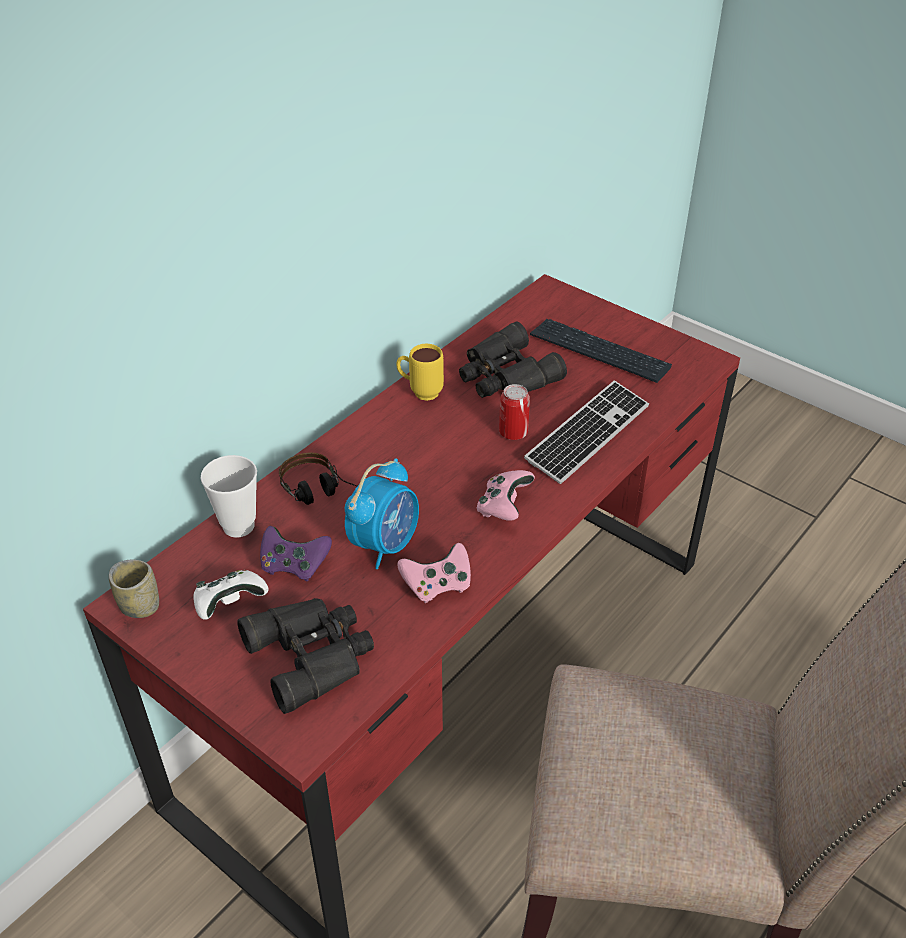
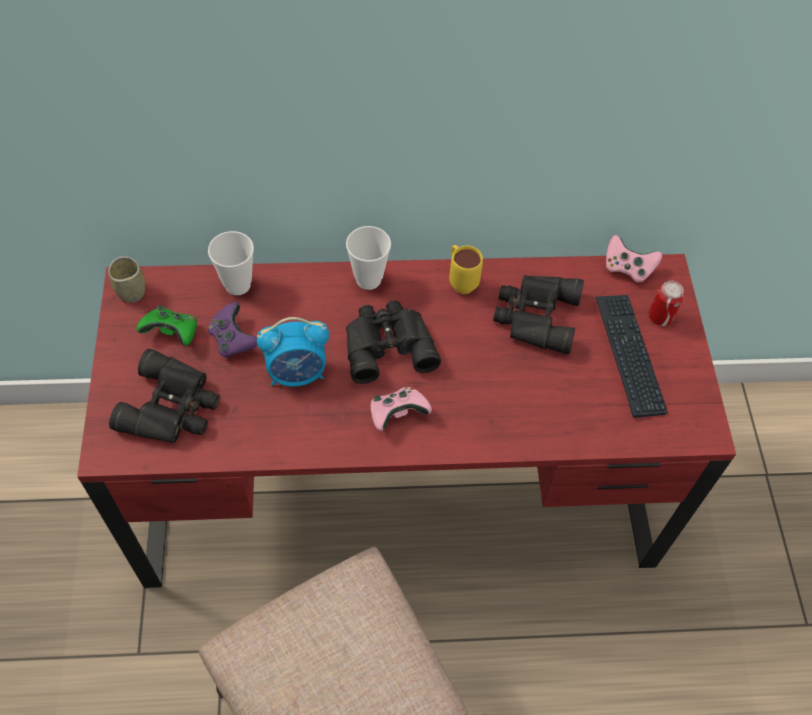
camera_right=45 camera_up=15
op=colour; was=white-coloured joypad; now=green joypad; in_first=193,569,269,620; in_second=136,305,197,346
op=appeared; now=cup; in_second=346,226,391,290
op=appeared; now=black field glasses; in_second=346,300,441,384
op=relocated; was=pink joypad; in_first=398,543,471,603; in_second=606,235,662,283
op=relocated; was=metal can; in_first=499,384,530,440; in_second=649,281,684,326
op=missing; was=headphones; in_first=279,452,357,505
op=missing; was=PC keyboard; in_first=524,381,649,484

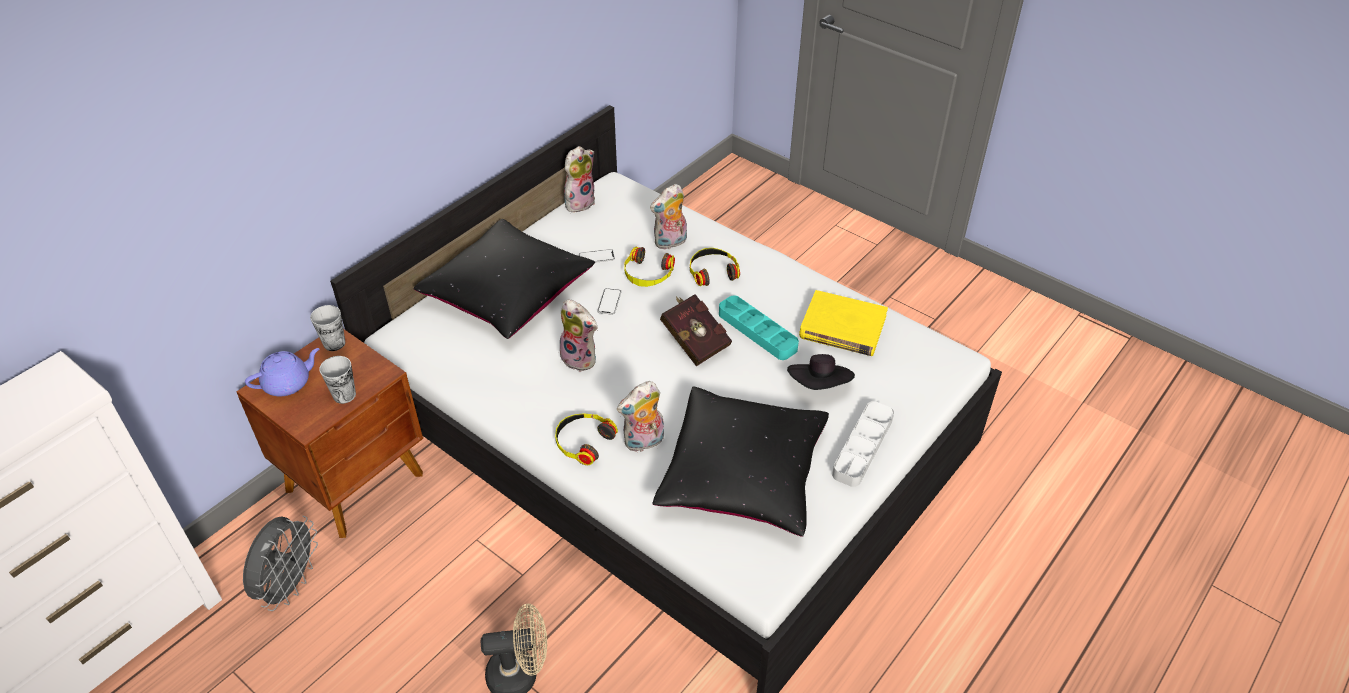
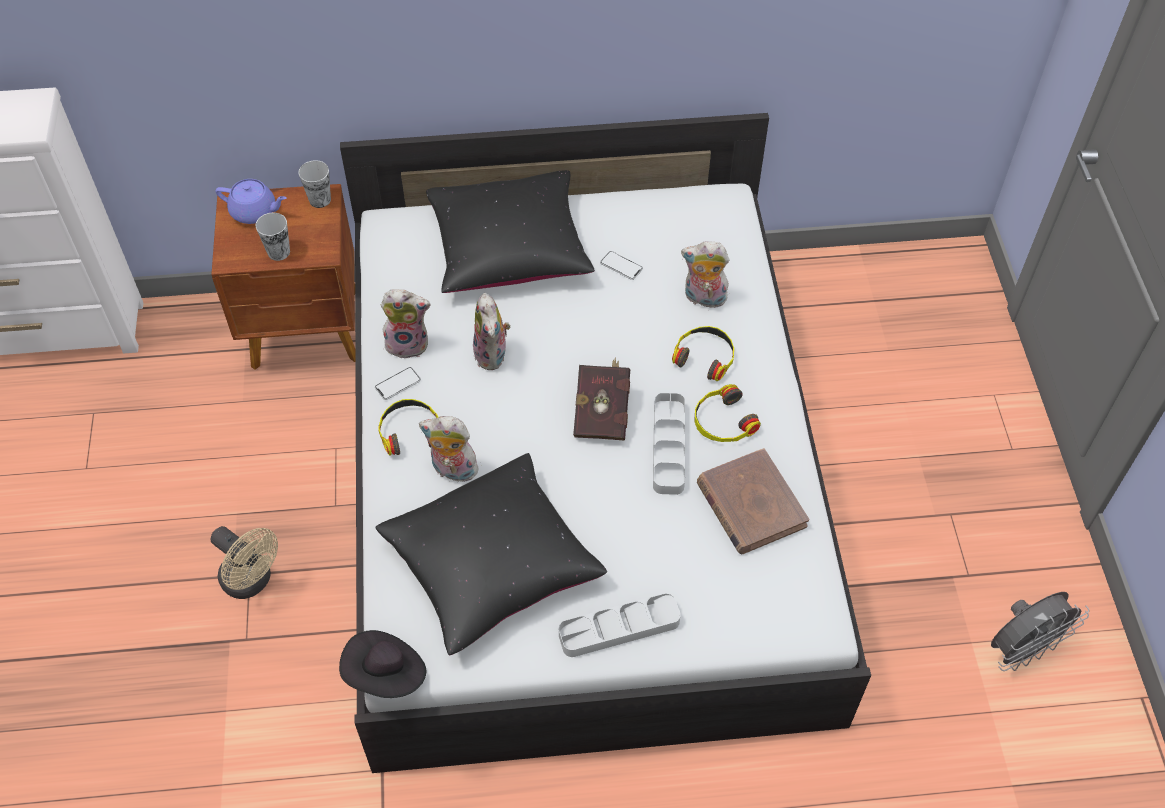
camera_right=45 camera_up=10
op=relocated; was=black clothing hat; in_first=787,354,855,390; in_second=339,630,426,698
op=relocated; was=telephone; in_first=597,288,622,315; in_second=375,367,421,400
op=relocated; was=cuddly toy; in_first=564,146,595,212; in_second=380,289,431,359
op=colour; was=turquoise carrying tray; now=greyish carrying tray; in_first=719,295,799,360; in_second=653,393,685,495
op=relocated; was=headphones; in_first=624,247,675,287; in_second=694,384,761,442
op=colour; was=yellowish volume; now=brown volume; in_first=799,290,888,356; in_second=697,448,809,554
op=relocated; was=greyish cooling fan; in_first=243,516,318,611; in_second=991,592,1089,671

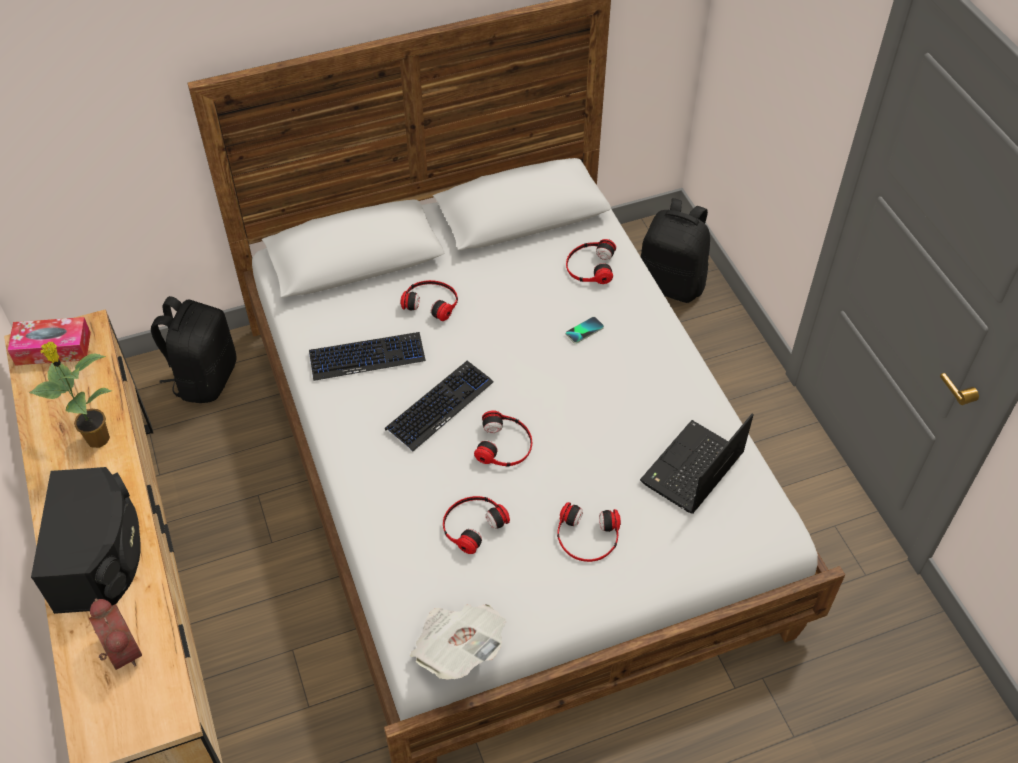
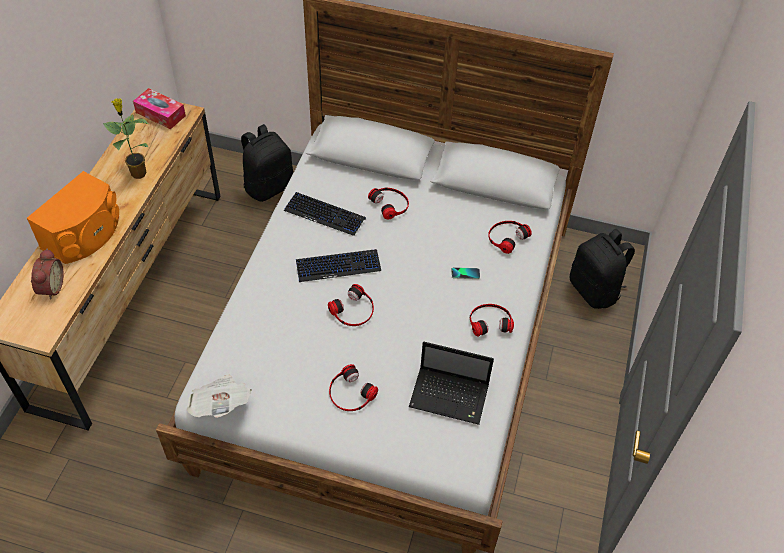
camera_right=35 camera_up=0
op=colour; was=black audio speaker; now=orange-coloured audio speaker; in_first=31,467,141,614; in_second=27,171,119,264
op=spun; was=laptop; in_first=640,414,754,514; in_second=409,342,494,425; clockwise=-150
op=relocated; was=headphones; in_first=443,496,510,554; in_second=470,304,514,337

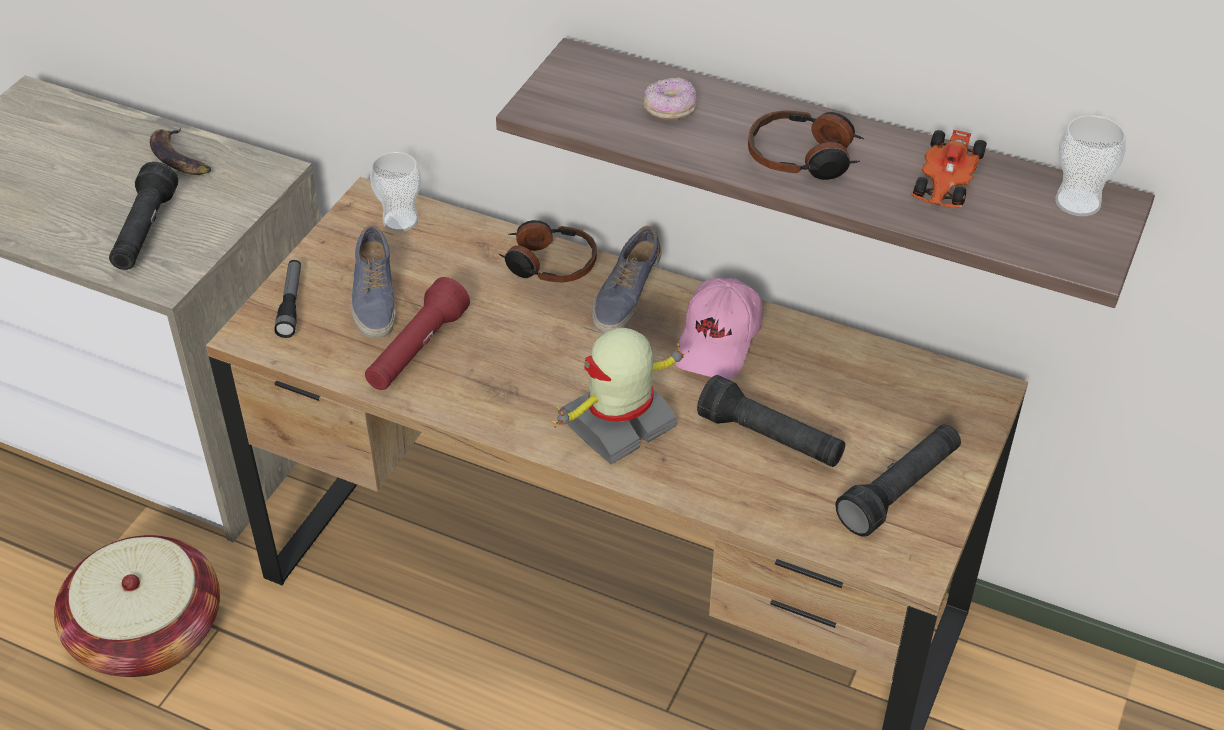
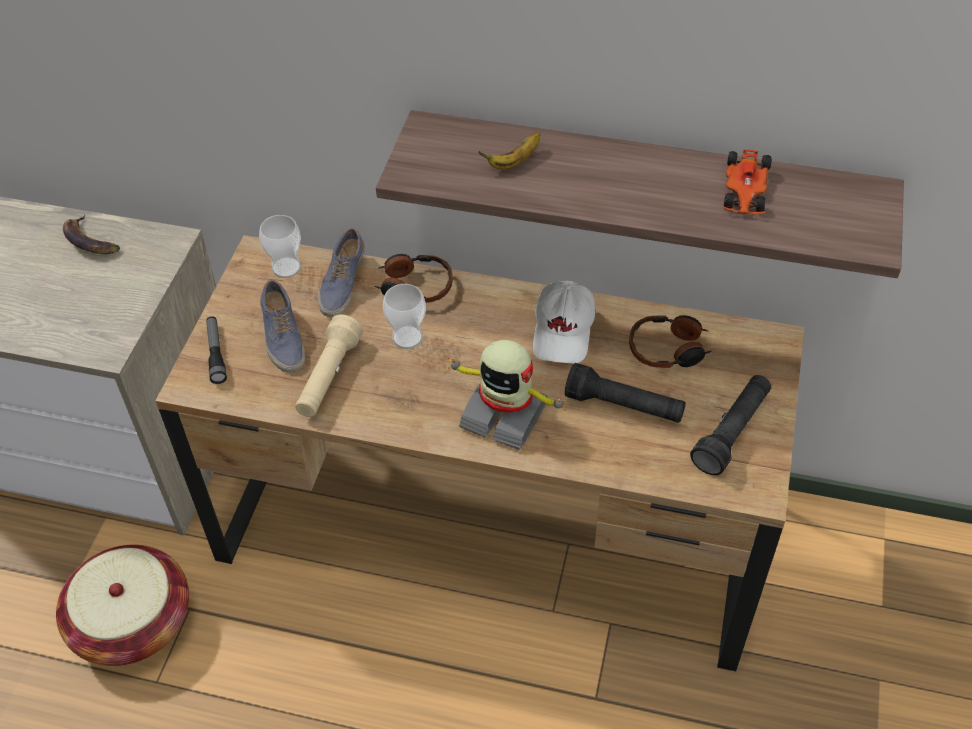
camera_right=-10 camera_up=5
op=colour; was=reddish flashlight; now=beige flashlight; in_first=365,277,470,390; in_second=295,314,363,417
op=relocated; was=shoe; in_first=592,226,662,333; in_second=318,228,365,317
op=relocated; was=cup; in_first=1055,115,1125,216; in_second=383,284,426,349
op=spun; was=toy robot; in_first=552,328,689,464; in_second=446,340,569,450; clockwise=-105
op=exchanged; was=ring doughnut; now=banana; in_first=644,77,697,120; in_second=478,132,541,169
op=colour; was=pink cap; now=white-coloured cap; in_first=675,278,763,379; in_second=533,281,595,363
op=relocated; was=headphones; in_first=748,110,864,180; in_second=629,315,712,368
op=missing; was=black flashlight; in_first=109,162,178,270

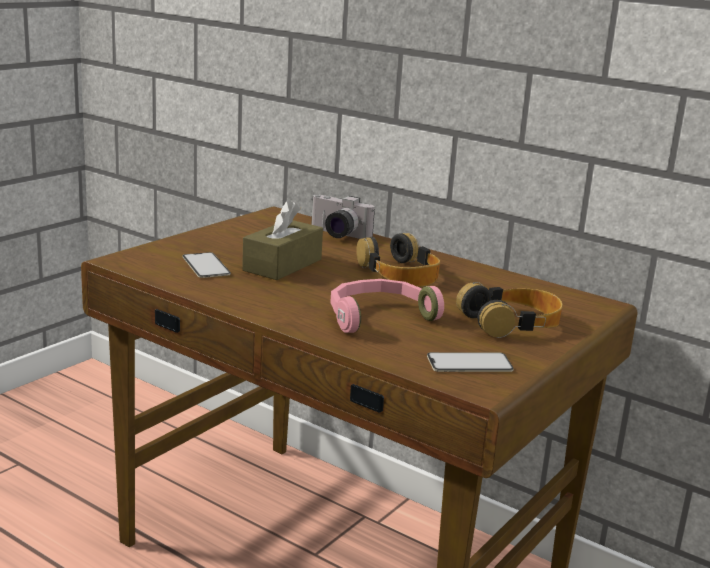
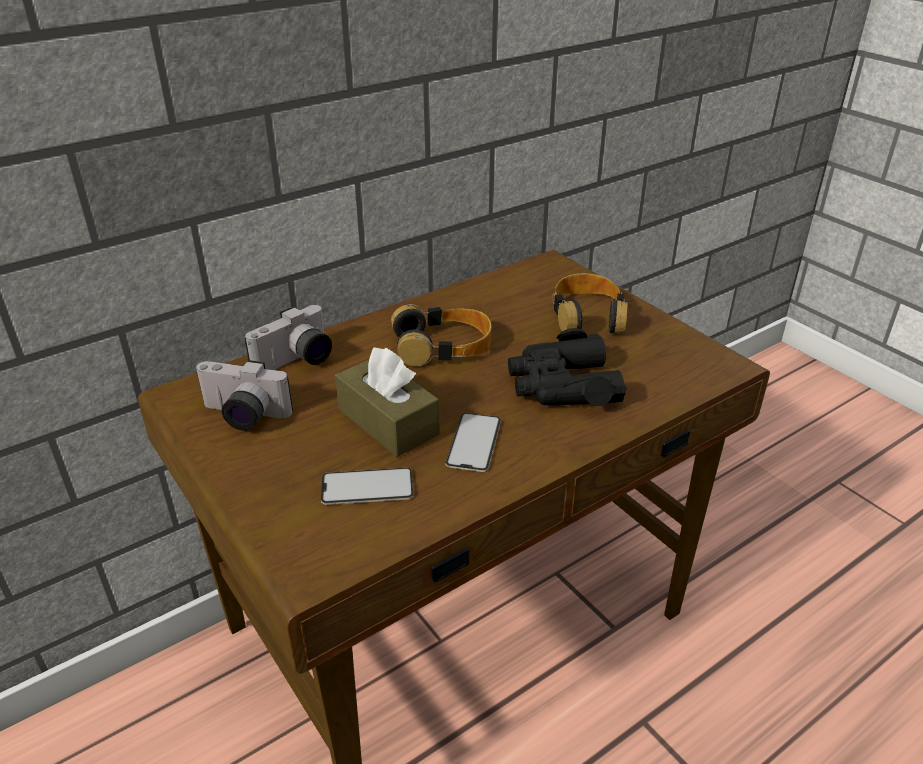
camera_right=-70 camera_up=15
op=appeared; now=photo camera; in_second=196,360,293,431
op=relocated; was=telephone; in_first=427,352,514,372; in_second=445,413,501,472
op=exchanged; was=pink headphones; now=black field glasses; in_first=330,279,444,333; in_second=508,328,627,406

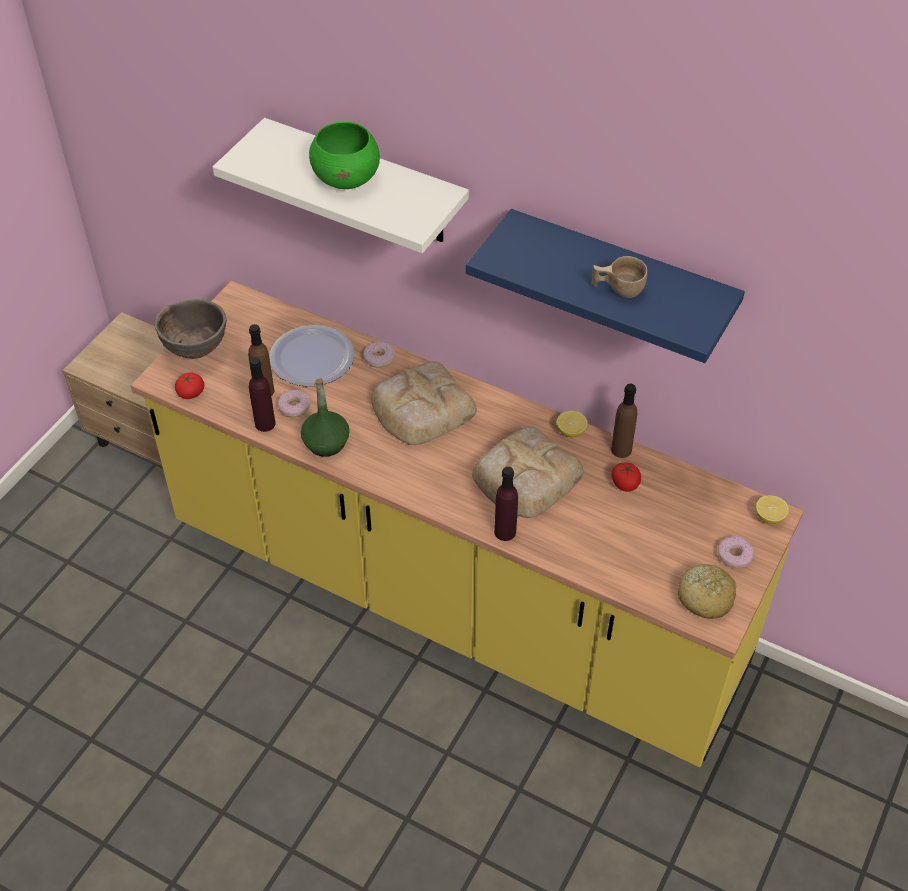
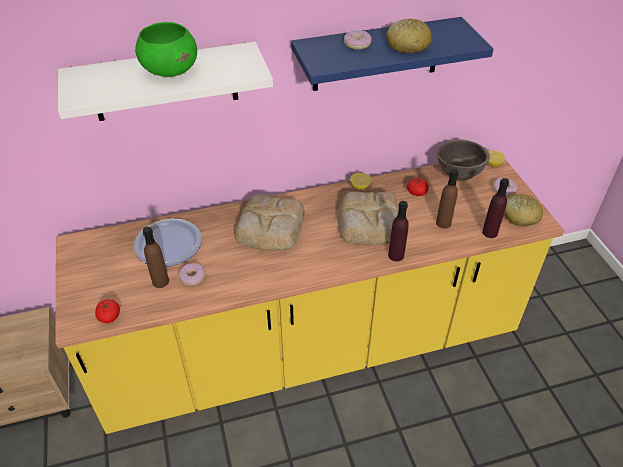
camera_right=-45 camera_up=-5
op=relocated; was=ring doughnut; in_first=363,342,396,368; in_second=344,30,372,50
op=exchanged; was=beige cup; now=bakery bread; in_first=592,256,647,298; in_second=386,19,432,53
op=relocated; was=brown beverage bottle; in_first=611,384,637,458; in_second=436,169,459,229
op=relocated; was=brown bowl; in_first=154,299,227,359; in_second=437,140,490,181
op=relocated; was=purple-coloured beverage bottle; in_first=249,357,276,432; in_second=482,178,509,238
op=missing; was=green beverage bottle; in_first=301,378,350,457

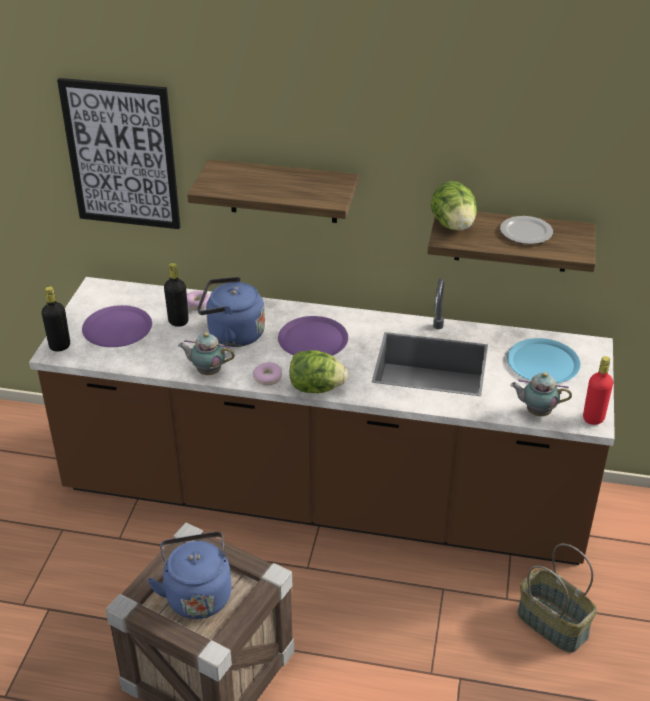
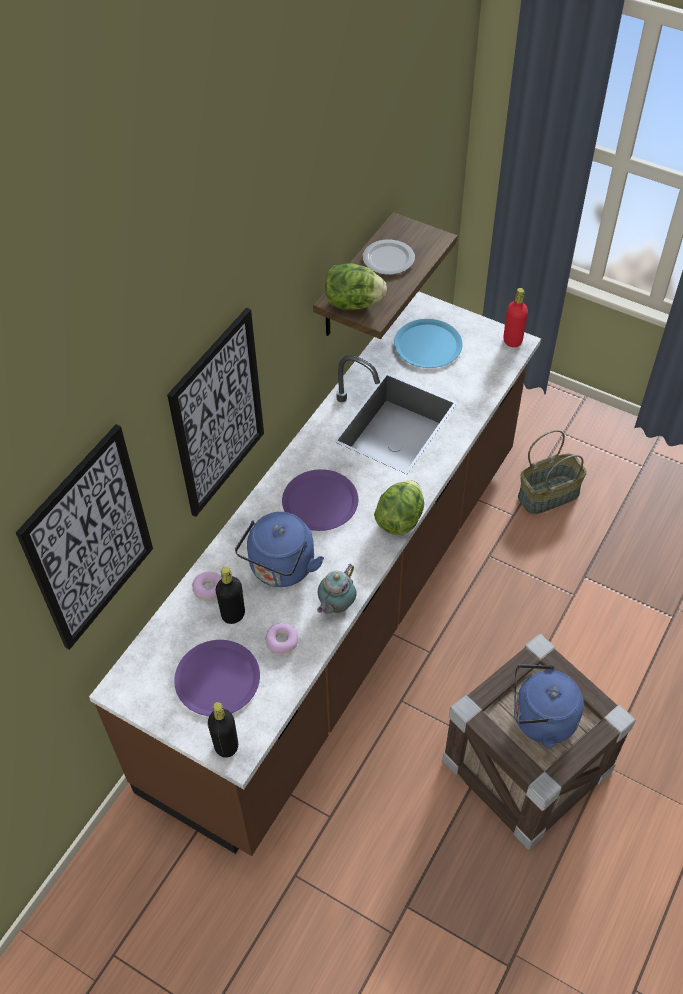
camera_right=-70 camera_up=15
op=exchanged; was=bracket shelf; now=wall picture; in_first=187,159,359,223; in_second=167,308,264,517
op=relocated; was=ring doughnut; in_first=253,362,282,385; in_second=265,623,298,654
op=missing; was=pot for tea; in_first=510,372,572,416

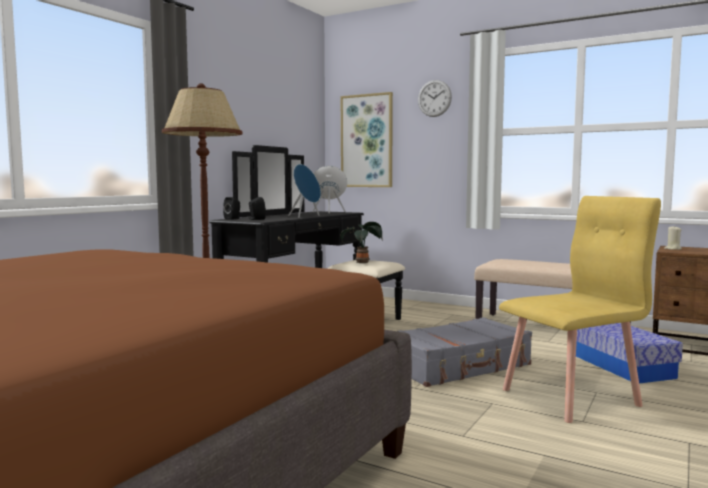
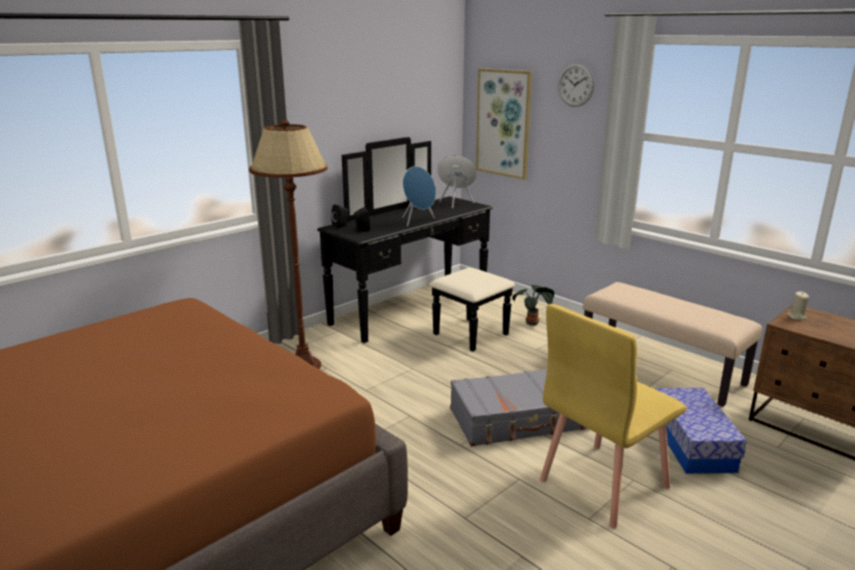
camera_right=15 camera_up=15
op=relocated; was=houseplant; in_first=340,222,383,263; in_second=512,285,554,326
op=spun; was=yellowish plain chair; in_first=499,196,661,423; in_second=540,304,687,528; clockwise=150

